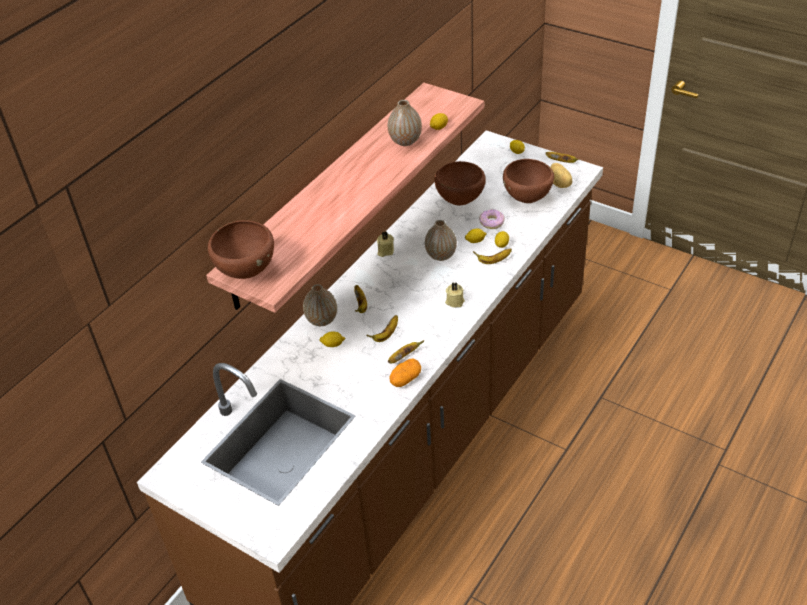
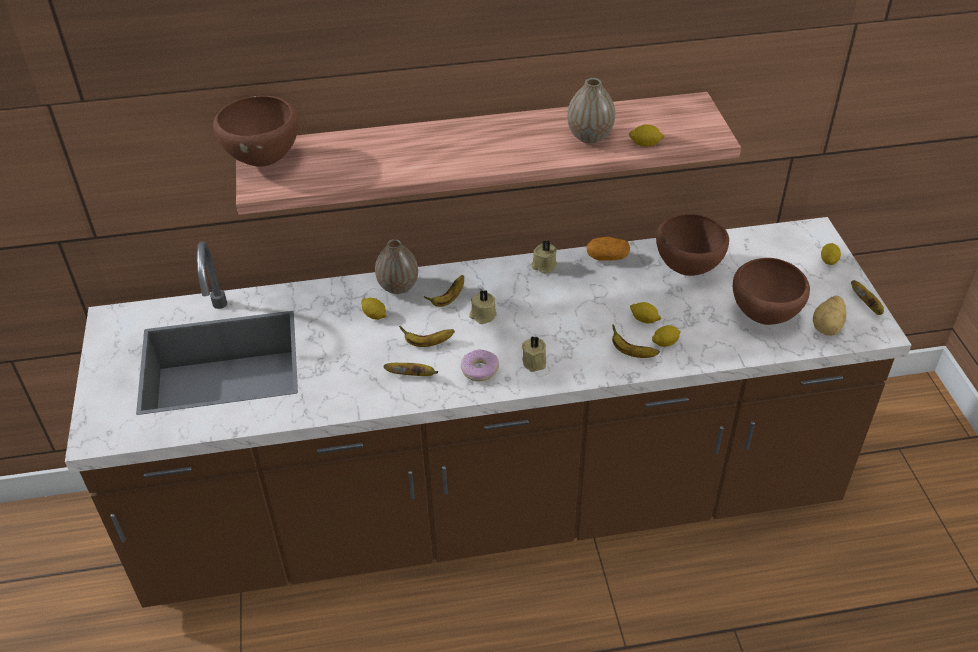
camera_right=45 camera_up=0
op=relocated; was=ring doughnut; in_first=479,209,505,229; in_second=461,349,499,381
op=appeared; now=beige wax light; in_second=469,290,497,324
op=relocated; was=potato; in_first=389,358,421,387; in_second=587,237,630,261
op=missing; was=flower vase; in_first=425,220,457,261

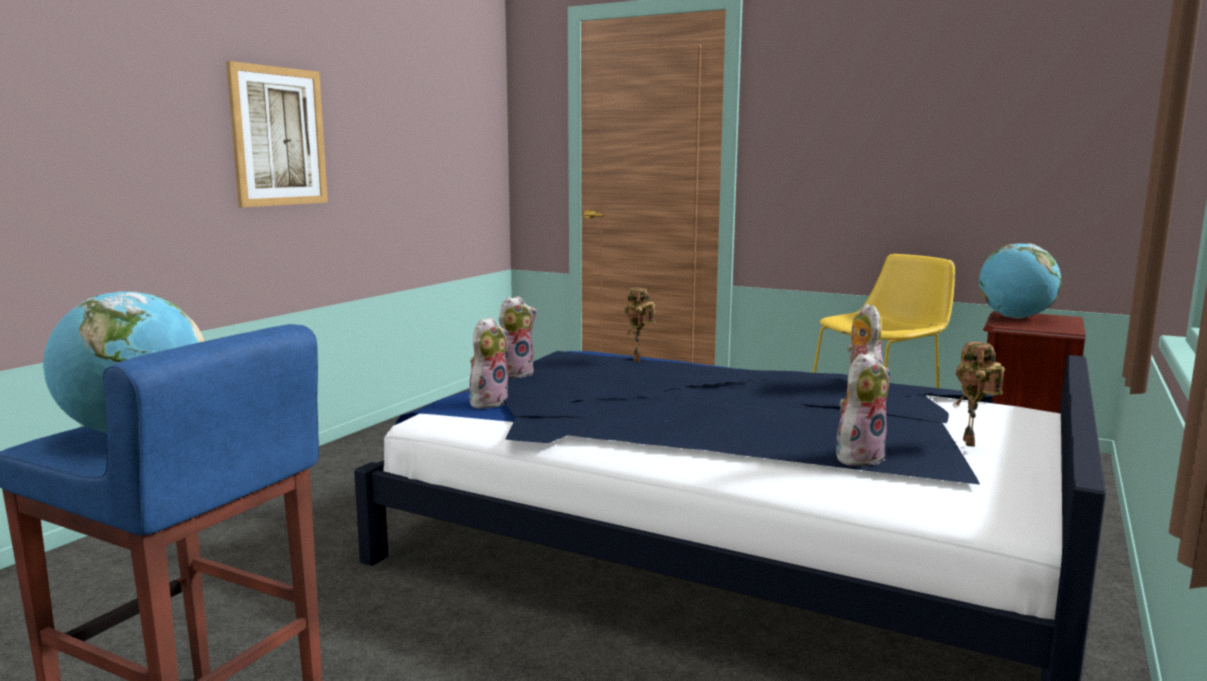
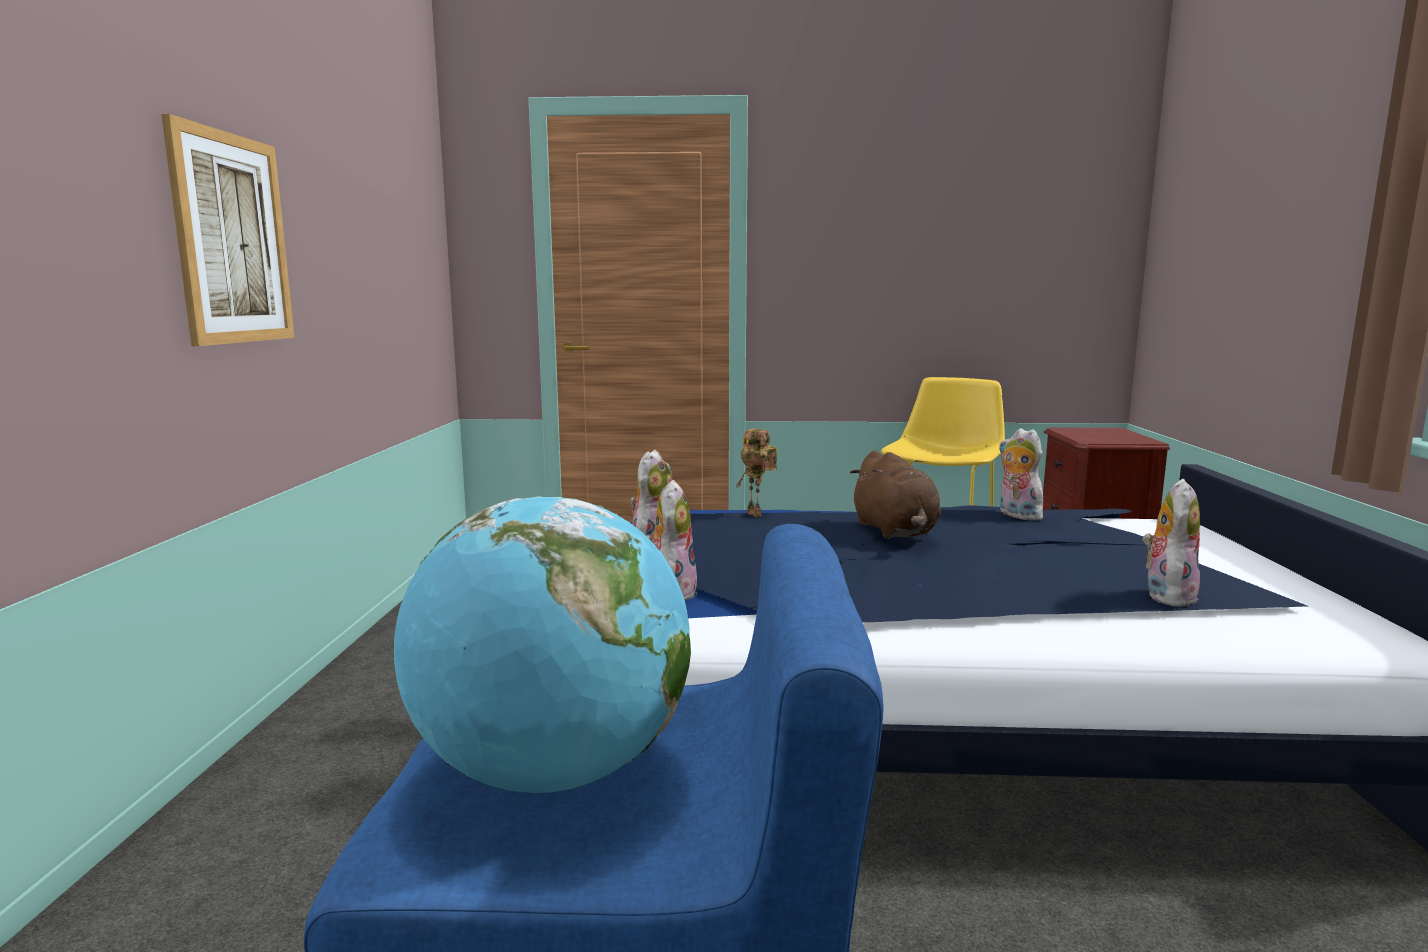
camera_right=-25 camera_up=0
op=appeared; now=brown cuddly toy; in_second=850,450,941,539
op=missing; was=toy robot; in_first=953,342,1005,447
op=missing; was=globe; in_first=979,243,1062,318

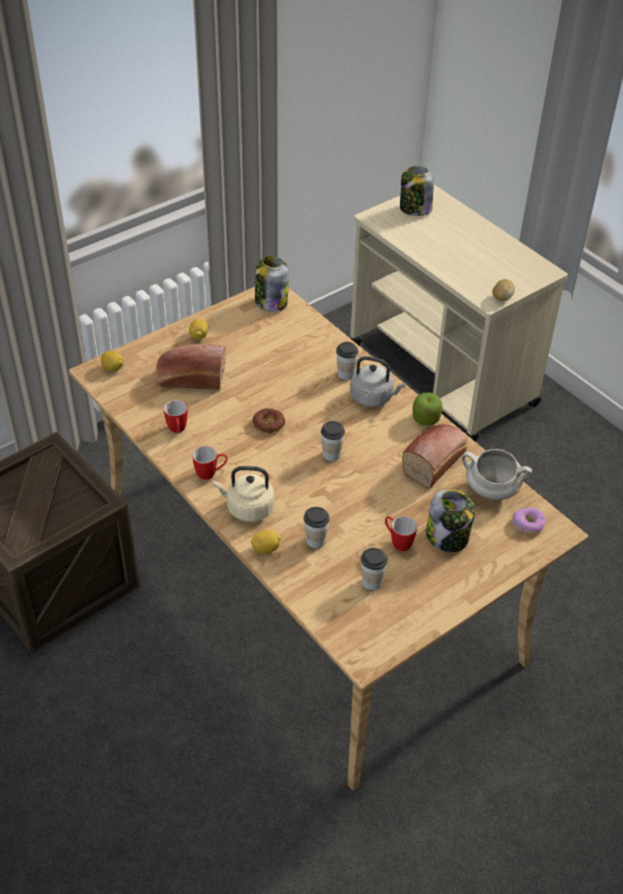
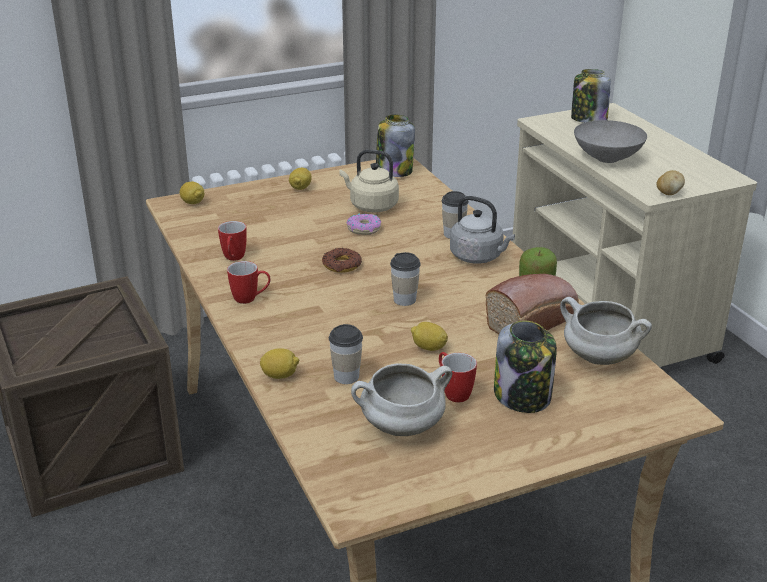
camera_right=15 camera_up=-15
op=relocated; was=beige kettle; in_first=213,466,274,522; in_second=339,149,399,213
op=relocated; was=ring doughnut; in_first=512,507,546,534; in_second=346,213,381,235
op=exchanged; was=cup; now=white-coloured cooking pot; in_first=361,548,388,590; in_second=351,363,452,436
op=appeared; now=whole lemon; in_second=411,322,448,351
op=appeared; now=greyish bowl; in_second=574,120,647,163
op=missing; was=bakery bread; in_first=155,344,226,390

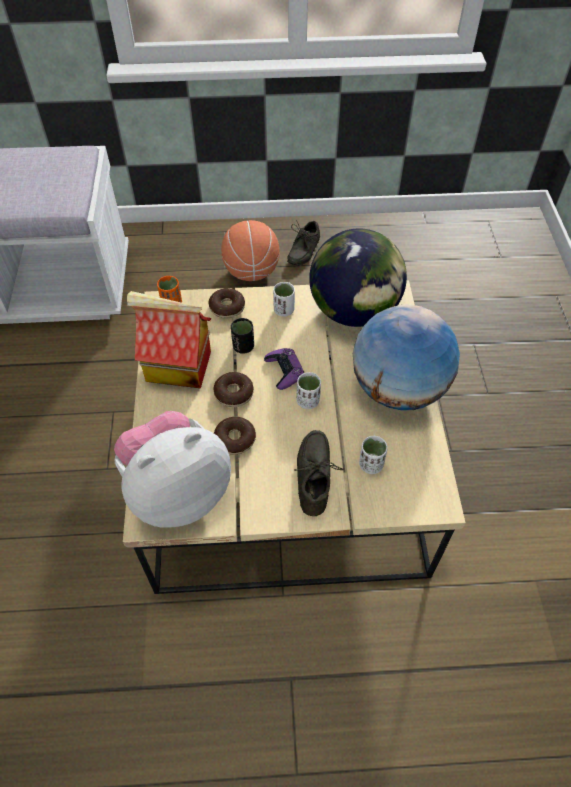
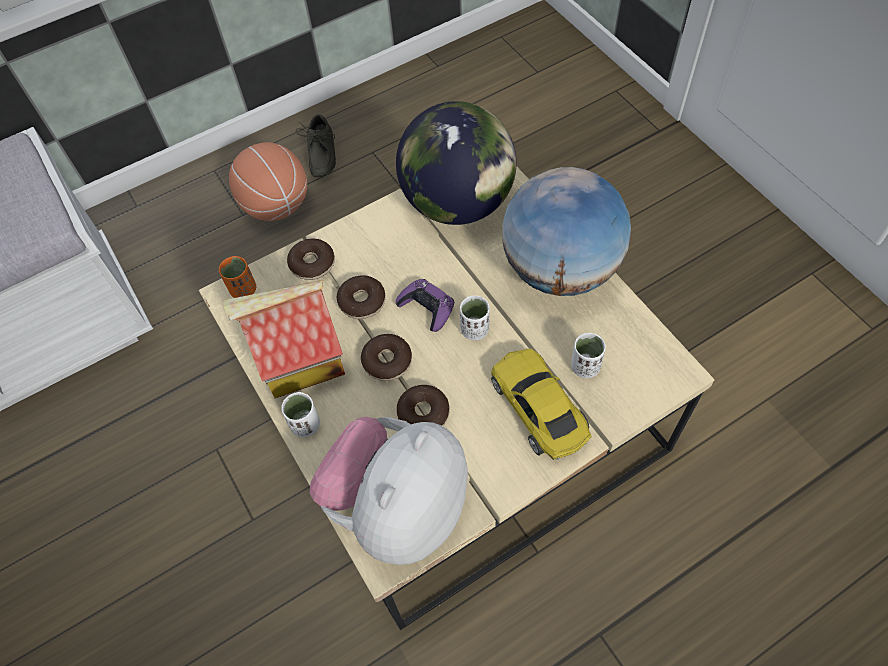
camera_right=-25 camera_up=5
op=relocated; was=white-coloured cup; in_first=273,282,295,317; in_second=281,392,320,437
op=exchanged; was=black cup; now=ring doughnut; in_first=231,318,254,354; in_second=337,275,386,319
op=exchanged; was=greyish shoe; now=yellowish model car; in_first=295,430,344,516; in_second=491,349,592,460

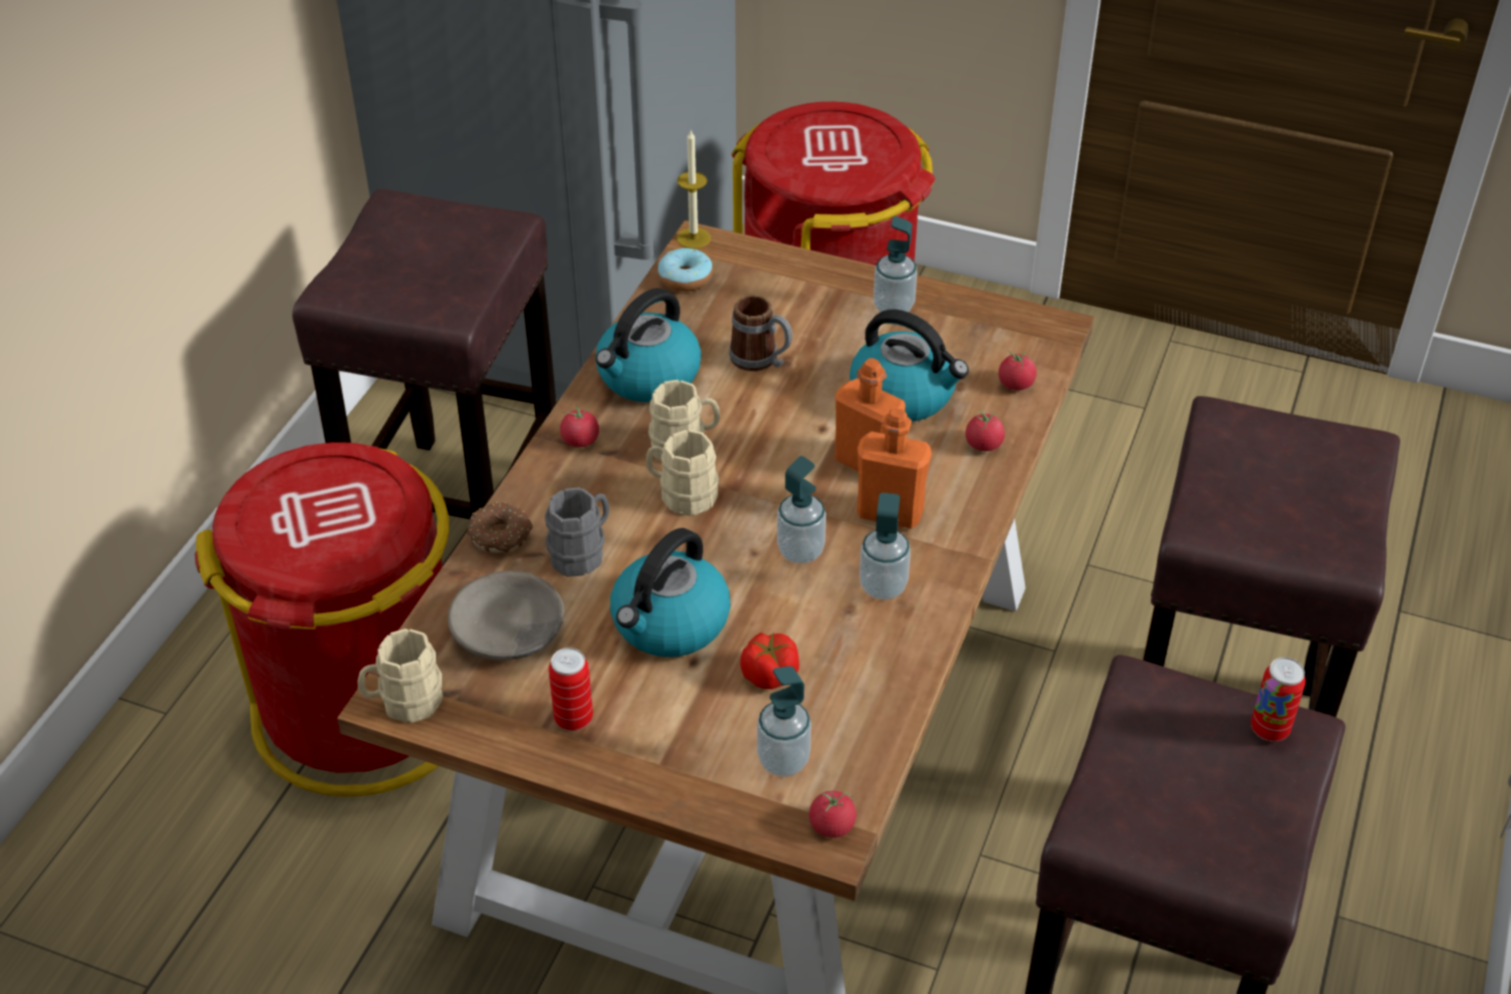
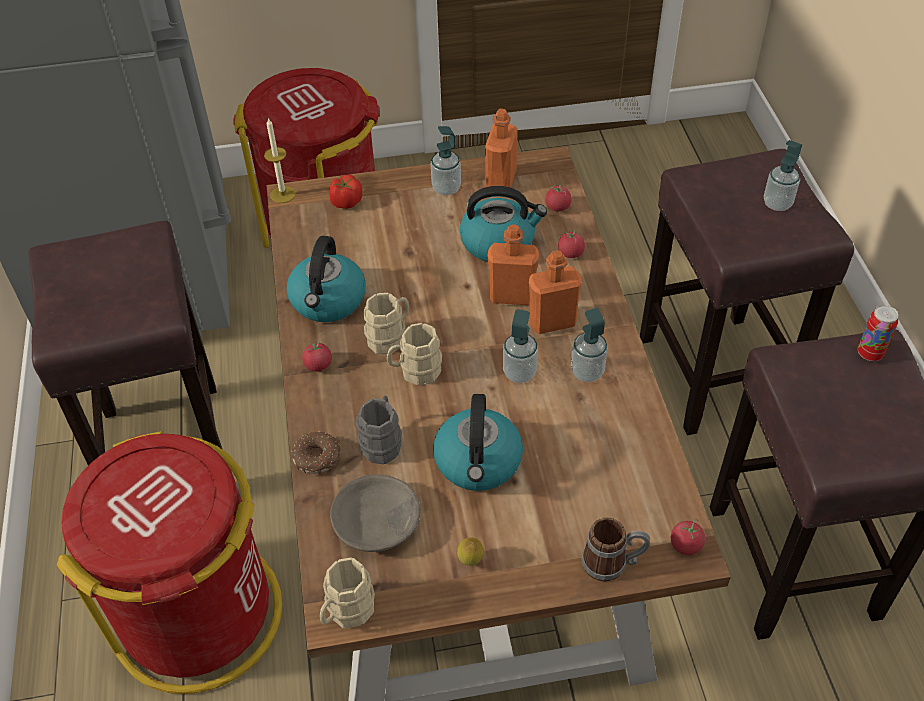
camera_right=-30 camera_up=5
op=relocated; was=fresh tomato; in_first=740,632,799,689; in_second=329,175,362,209
op=exchanged; was=metal can; now=whole lemon; in_first=549,648,593,731; in_second=457,537,484,566
op=appeared; now=orange-coloured beverage bottle; in_second=485,109,518,187
op=relocated; was=coffee mug; in_first=729,295,792,371; in_second=581,517,650,582
op=relocated; was=soap dispenser; in_first=757,666,811,777; in_second=764,140,802,211
op=missing; was=ring doughnut; in_first=658,248,713,292

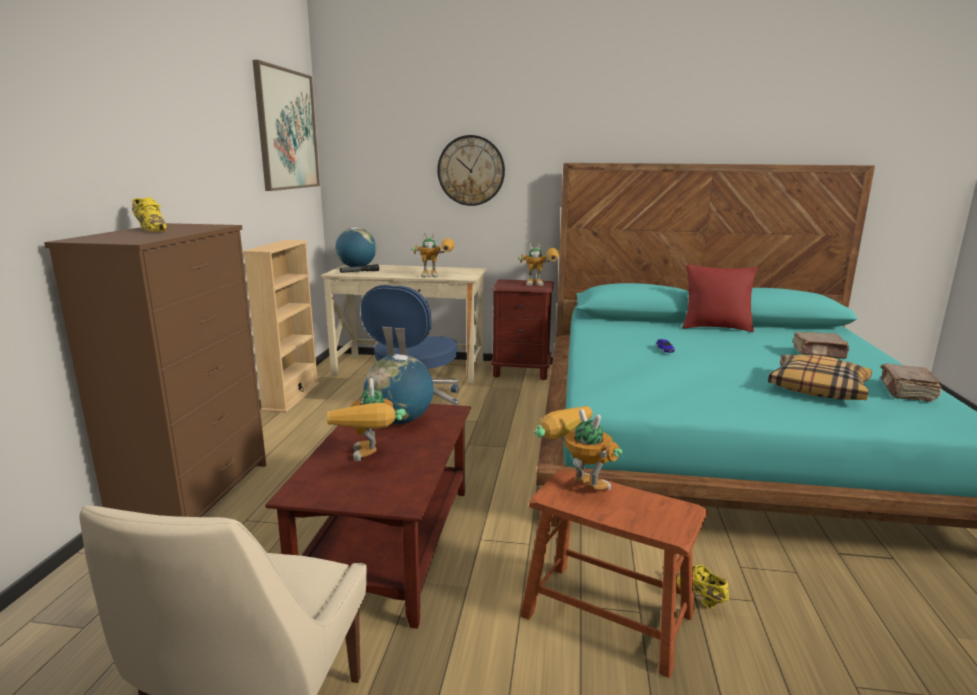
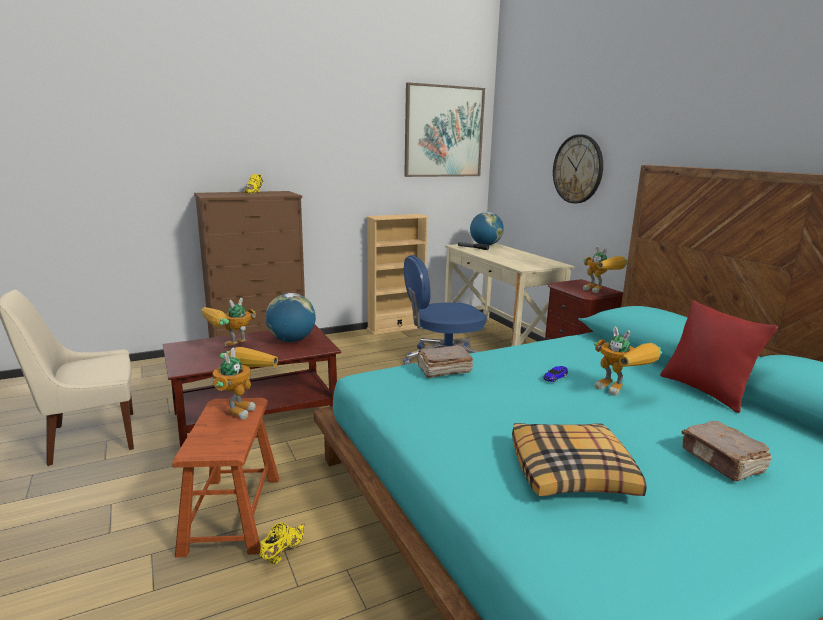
camera_right=55 camera_up=0
op=relocated; was=brown volume; in_first=881,363,942,402; in_second=417,345,473,378
op=relocated; was=toy robot; in_first=412,233,455,278; in_second=594,327,662,396

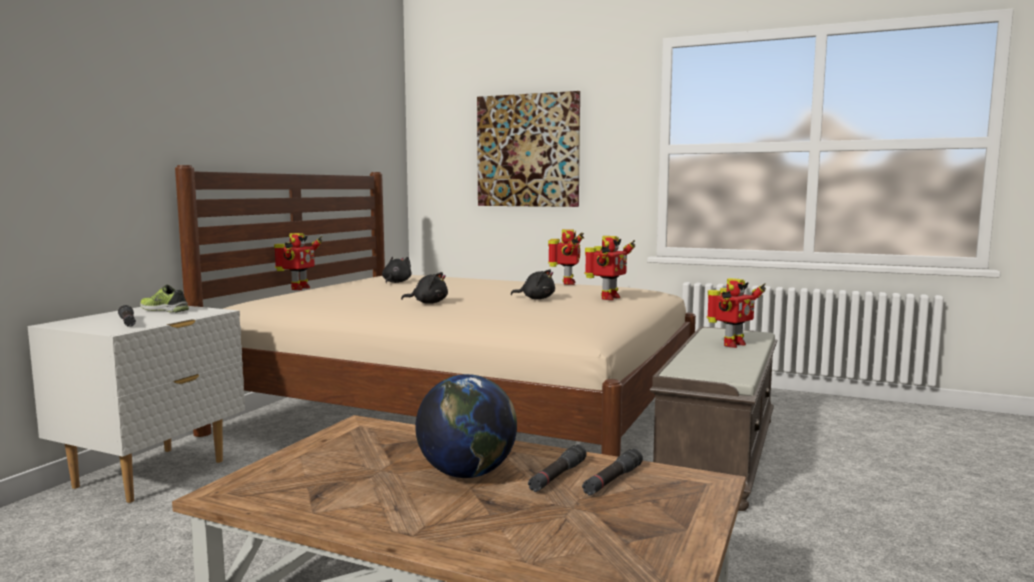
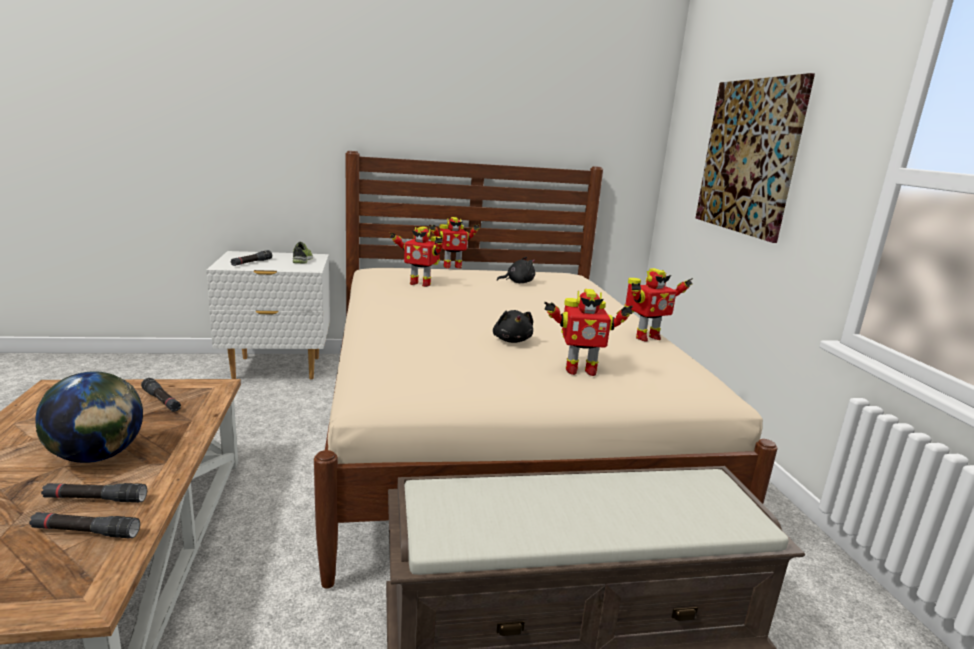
camera_right=55 camera_up=10
op=appeared; now=black flashlight; in_second=141,378,181,412
op=relocated; was=toy robot; in_first=707,278,766,348; in_second=390,226,443,287
op=missing; was=black cuddly toy; in_first=401,272,448,303

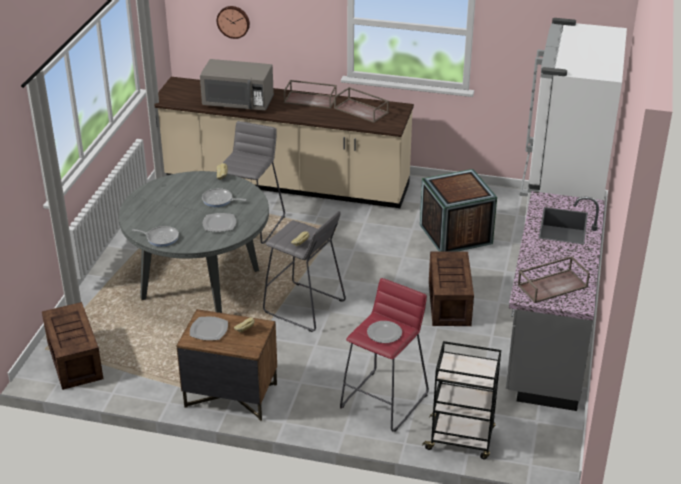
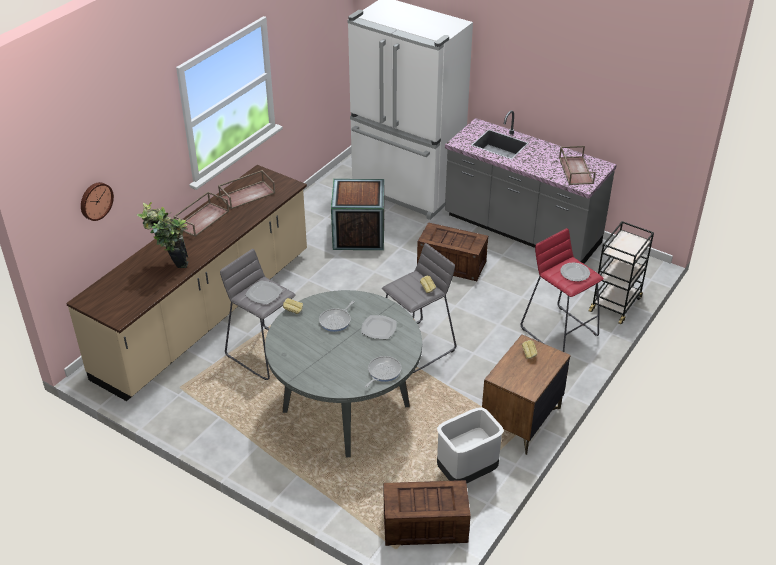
camera_right=-70 camera_up=5
op=exchanged; was=greyish microwave; now=houseplant; in_first=200,59,274,111; in_second=137,202,188,268
op=relocated; was=plate; in_first=190,317,228,340; in_second=245,280,283,304
op=appeared; now=white-coloured rubbish bin; in_second=437,407,504,484

